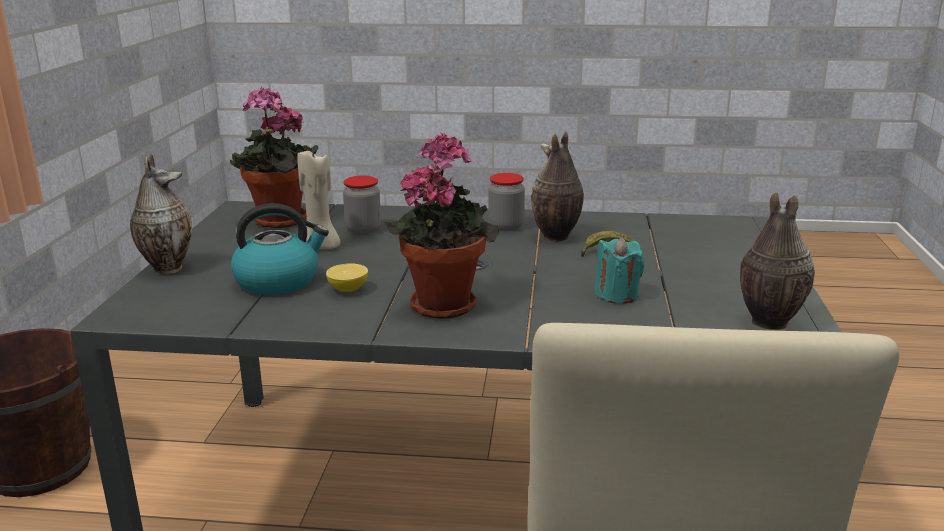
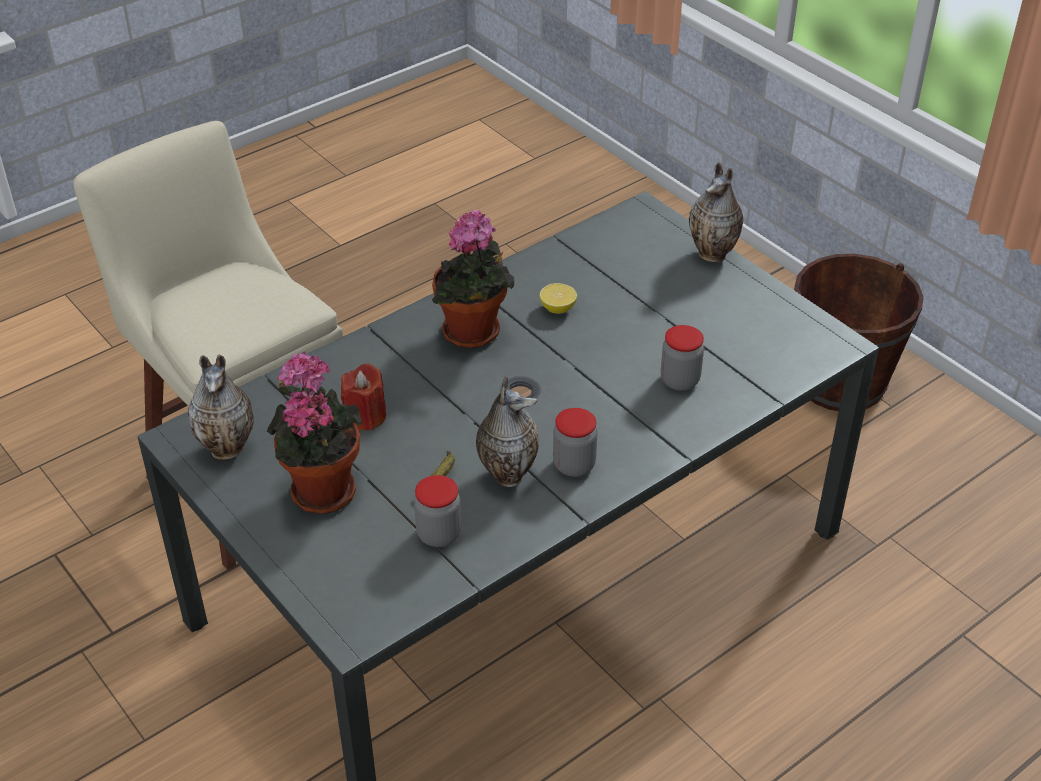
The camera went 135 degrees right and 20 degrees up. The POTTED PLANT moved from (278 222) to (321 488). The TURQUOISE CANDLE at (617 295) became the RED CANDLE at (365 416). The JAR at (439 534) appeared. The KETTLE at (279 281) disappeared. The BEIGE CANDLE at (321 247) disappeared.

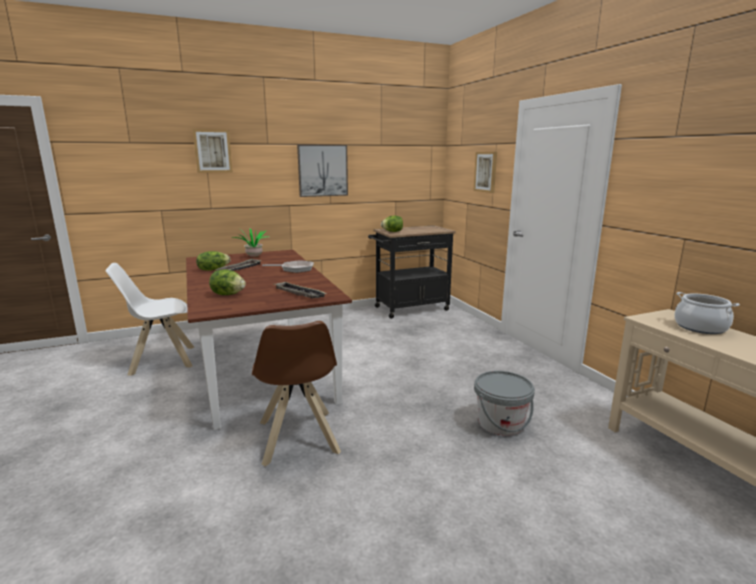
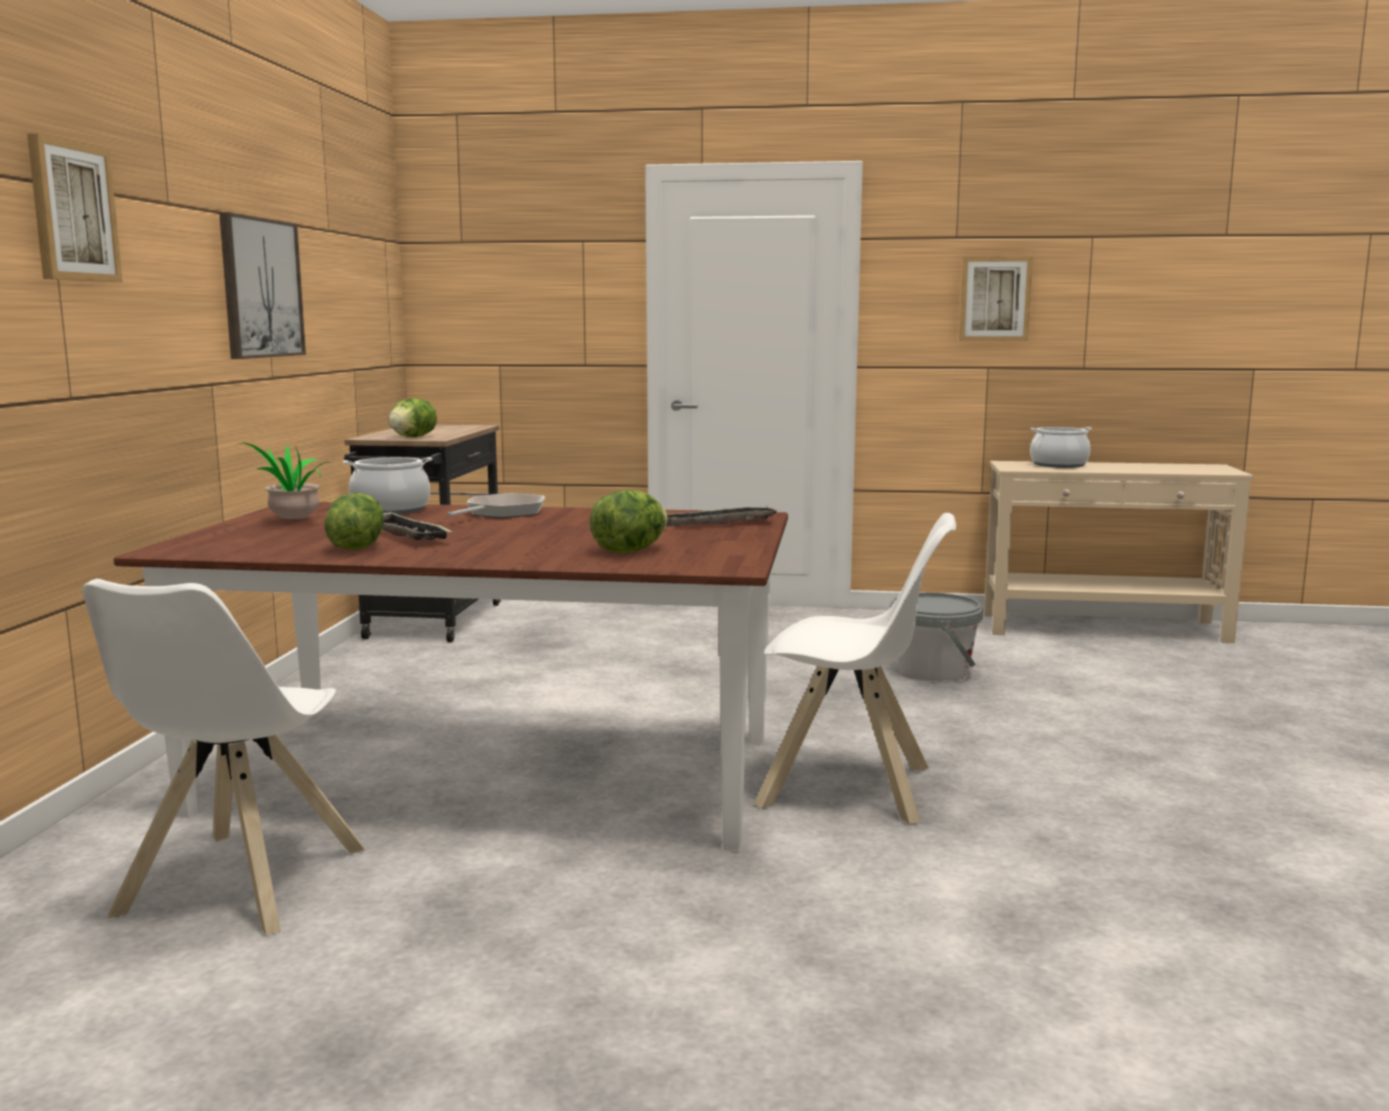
The camera went 60 degrees left and 5 degrees down. The COOKING POT at (390 510) appeared. The BROWN CHAIR at (298 439) became the WHITE CHAIR at (851 788). The PICTURE moved from (486 172) to (995 299).

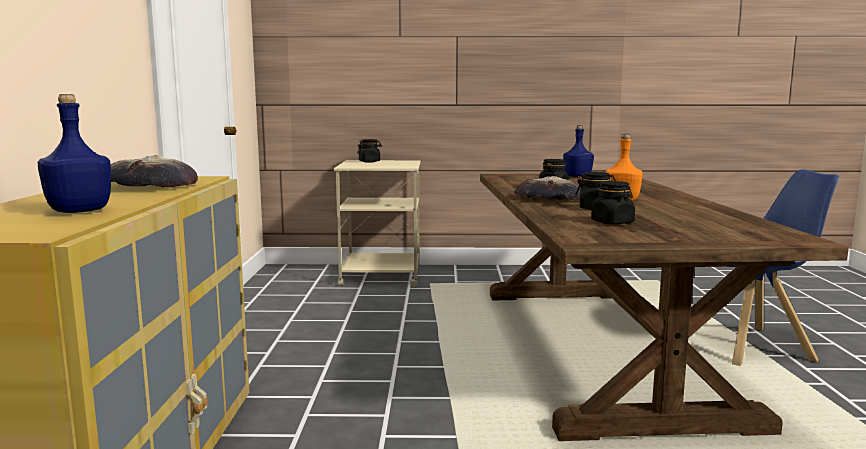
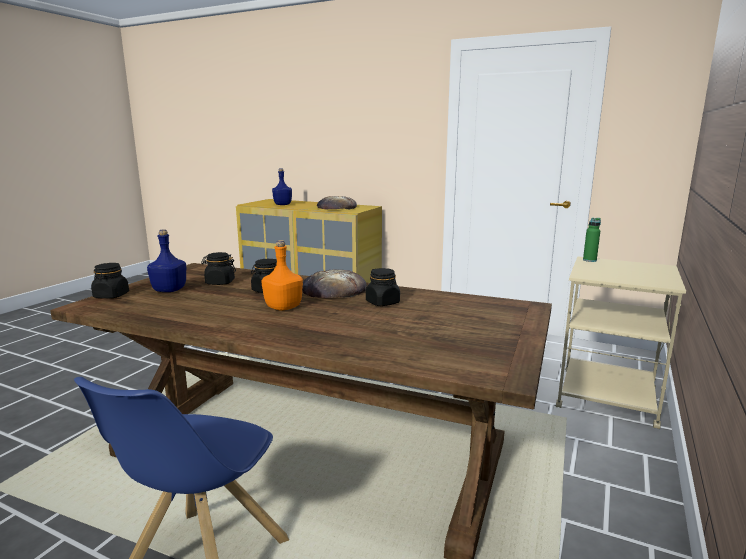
The camera went 115 degrees right and 5 degrees up. The BLACK JAR moved from (369 161) to (111 296). The BLUE BOTTLE moved from (578 176) to (169 290). The GREEN BOTTLE at (589 260) appeared.

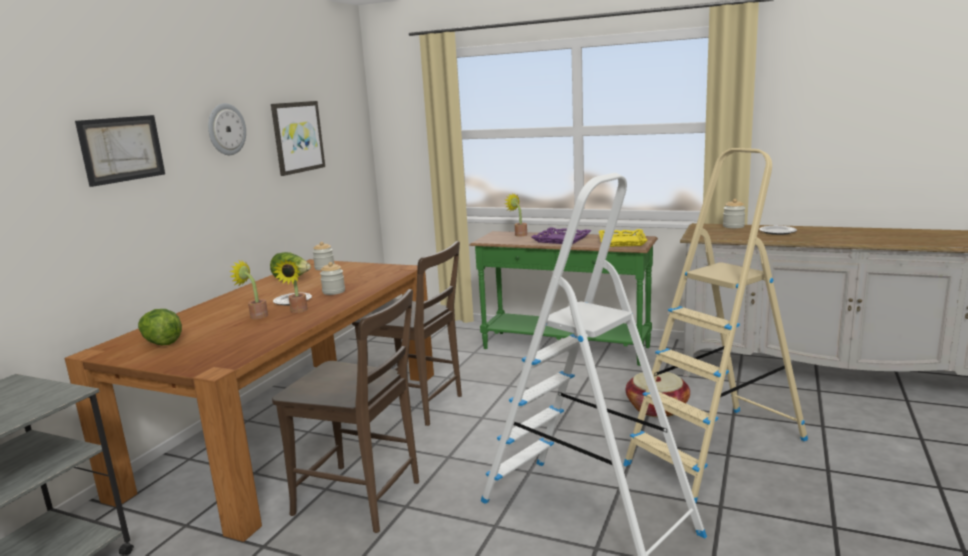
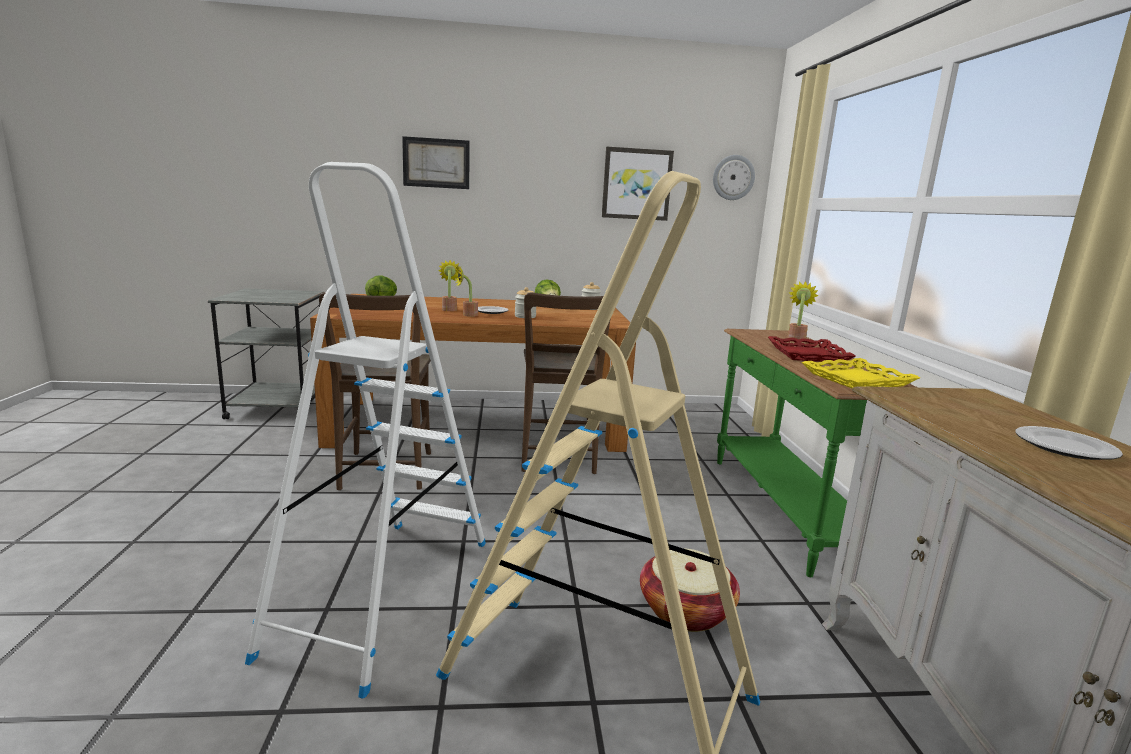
The camera went 60 degrees right and 0 degrees up. The WALL CLOCK moved from (226 129) to (733 177). The PURPLE TRAY at (561 240) became the RED TRAY at (807 355). The JAR at (733 226) disappeared.

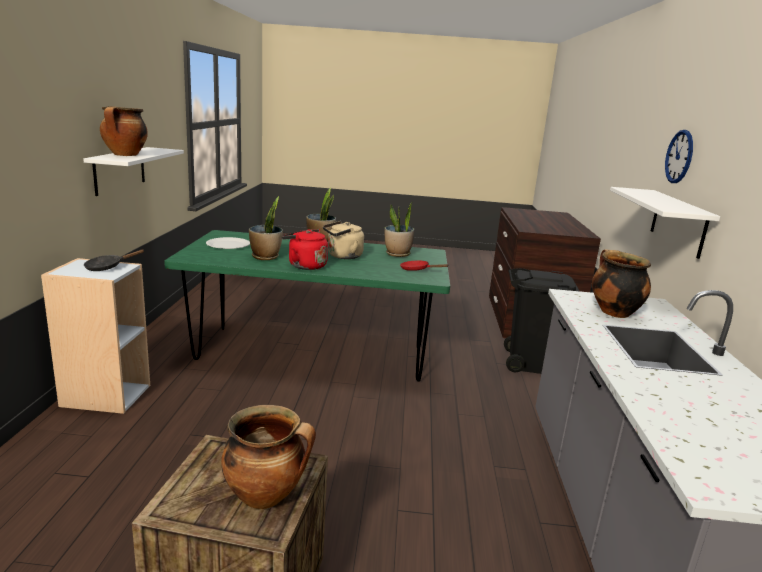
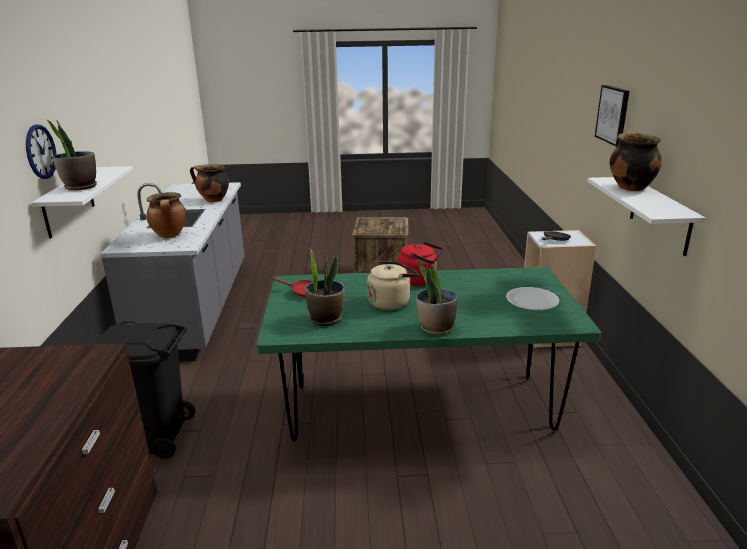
The camera went 175 degrees right and 5 degrees up. The POTTED PLANT moved from (265 257) to (80 187). The COOKING POT moved from (266 496) to (213 200). The PICTURE at (613 115) appeared.

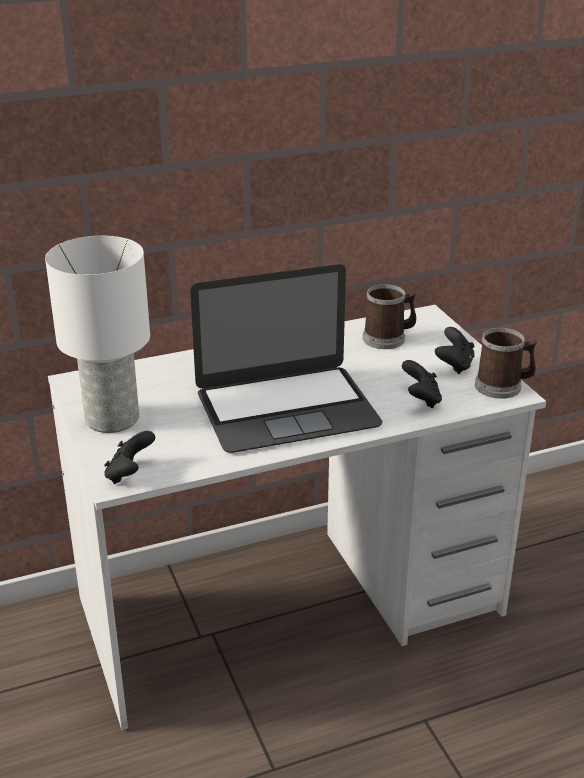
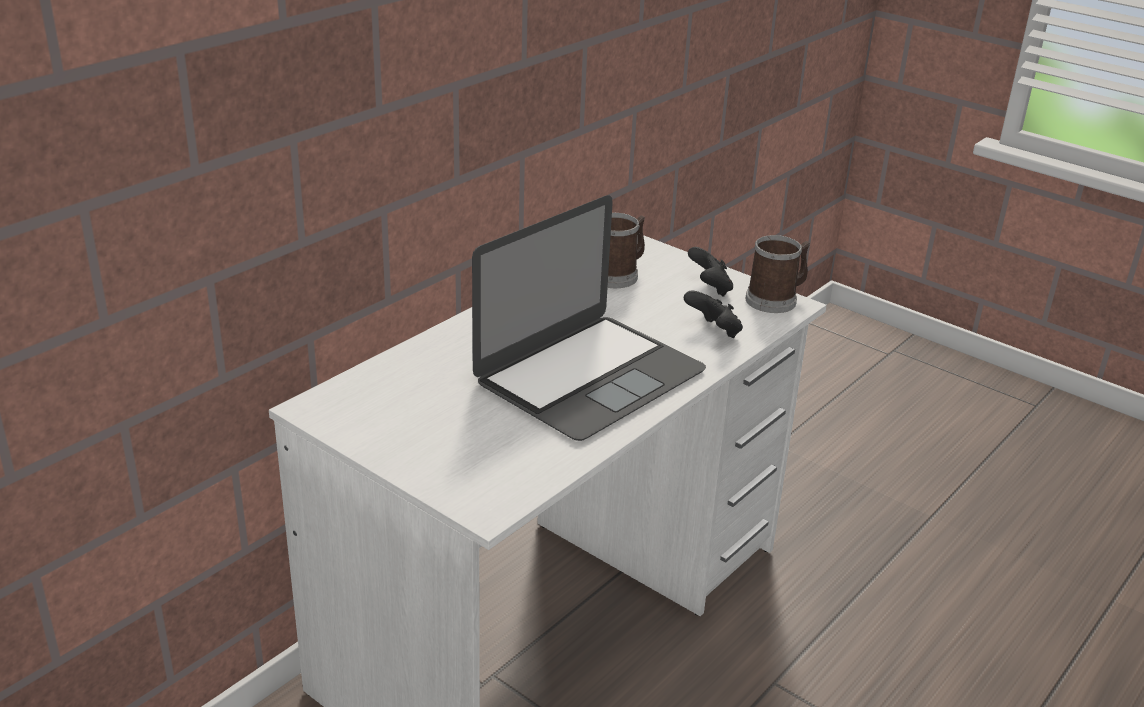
The camera went 30 degrees left and 0 degrees up. The WHITE TABLE LAMP at (112 420) disappeared. The BLACK GAME CONTROLLER at (129 474) disappeared.

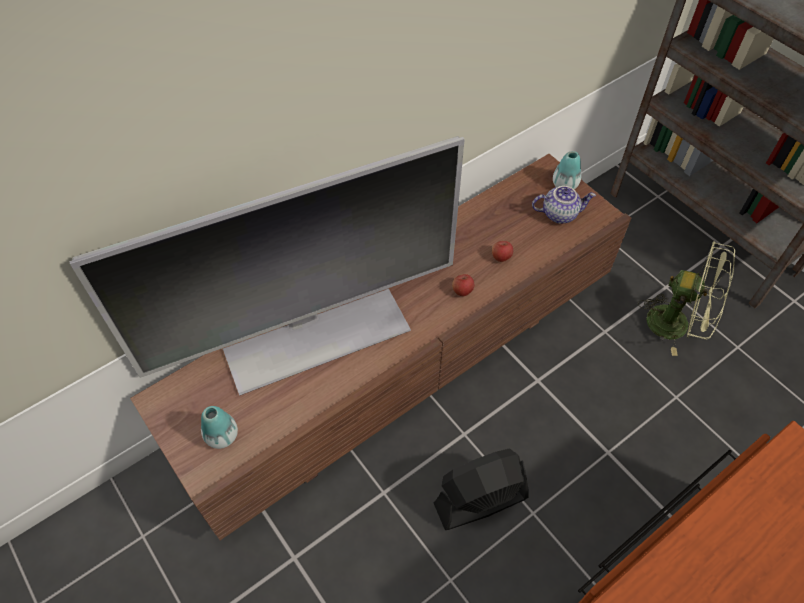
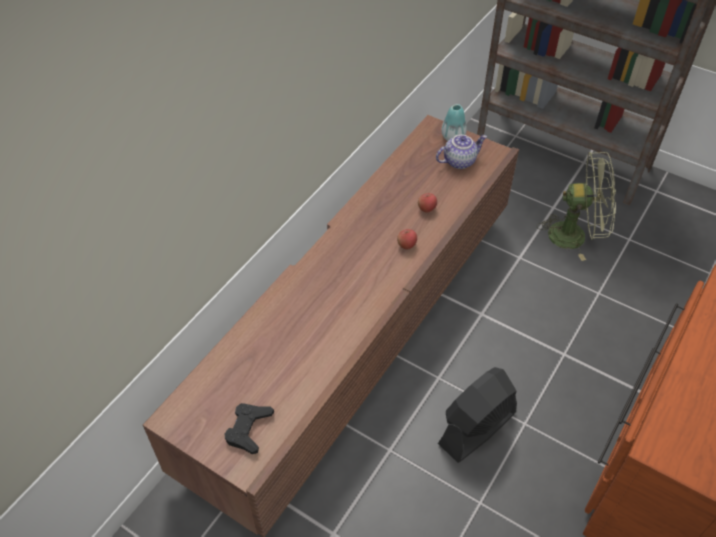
The camera went 20 degrees left and 5 degrees down. The VASE at (222 436) was replaced by the BLACK GAME CONTROLLER at (248 429). The TELEVISION at (315 337) disappeared.

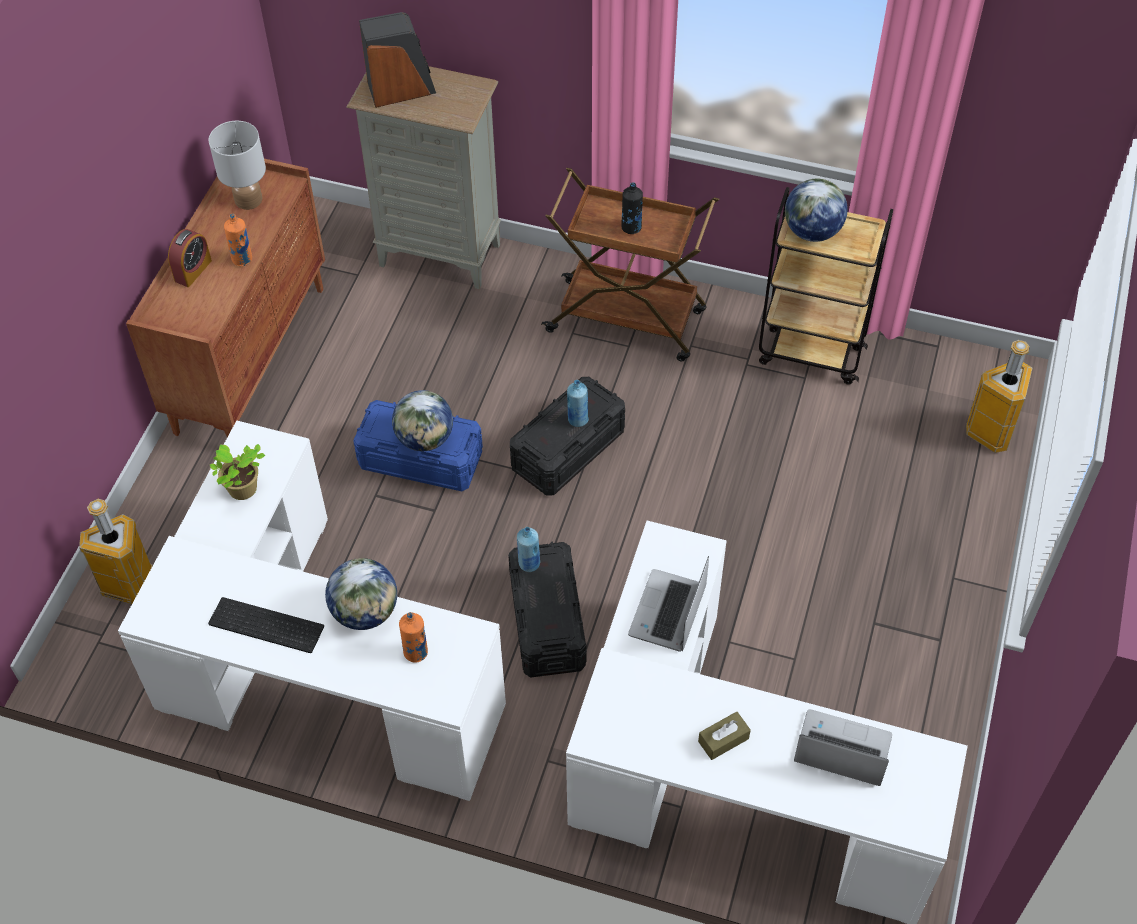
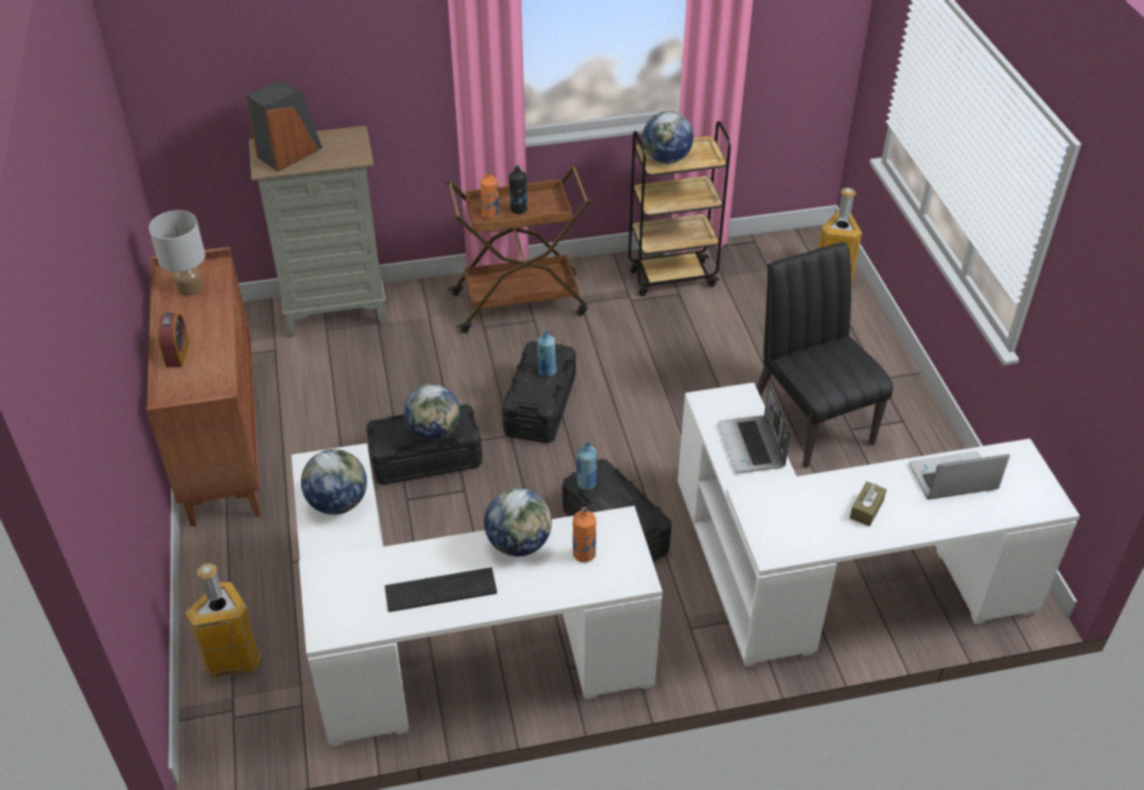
The camera went 30 degrees left and 10 degrees down. The POTTED PLANT at (243 491) was replaced by the GLOBE at (338 503). The BLUE STORAGE BOX at (420 459) became the BLACK STORAGE BOX at (426 459). The ORANGE BOTTLE moved from (242 259) to (490 215). The BLACK CHAIR at (812 422) appeared.

